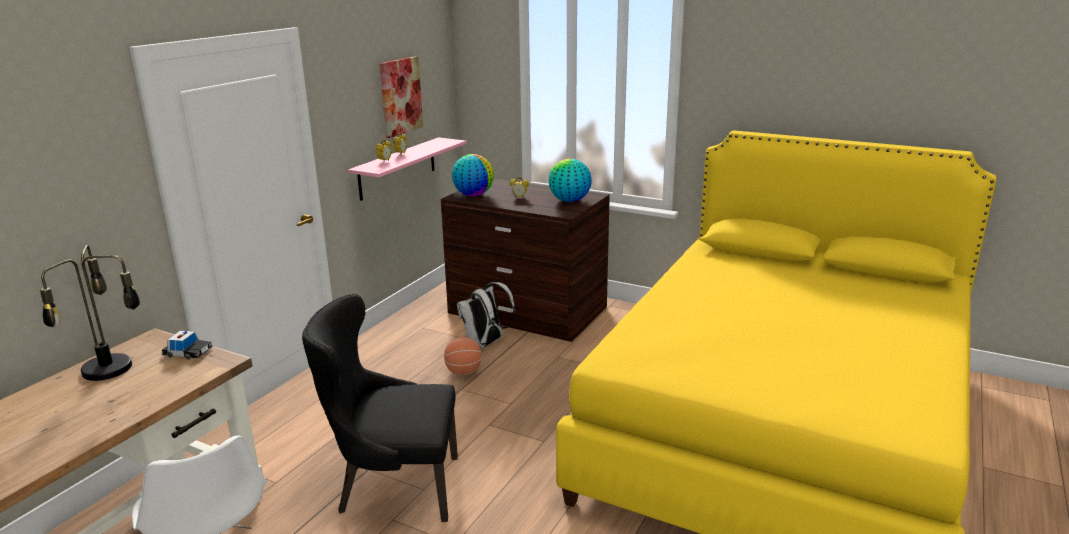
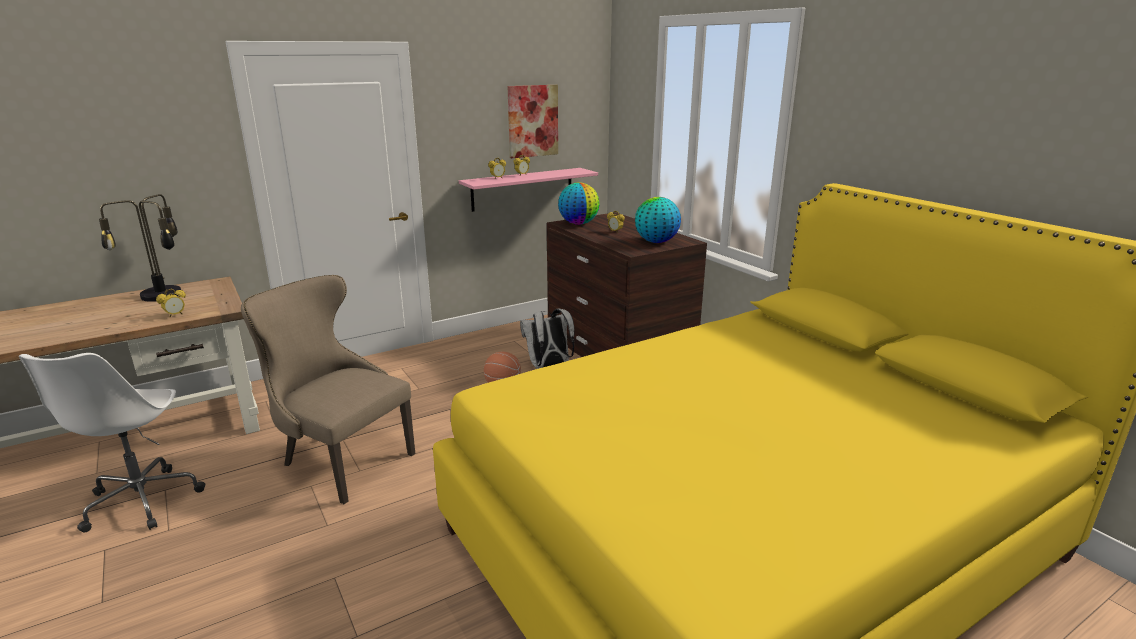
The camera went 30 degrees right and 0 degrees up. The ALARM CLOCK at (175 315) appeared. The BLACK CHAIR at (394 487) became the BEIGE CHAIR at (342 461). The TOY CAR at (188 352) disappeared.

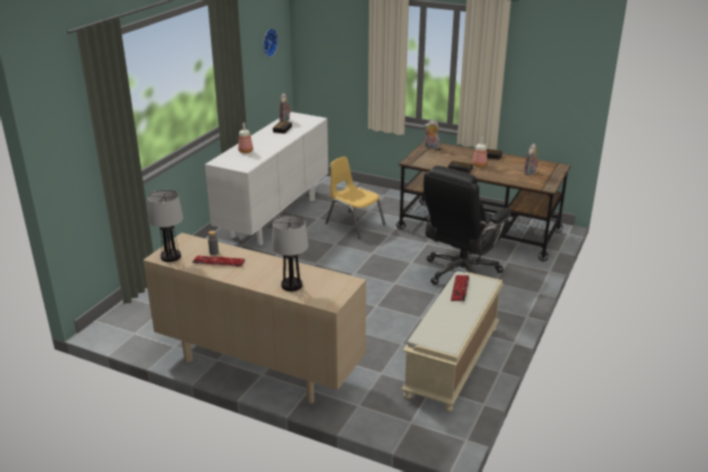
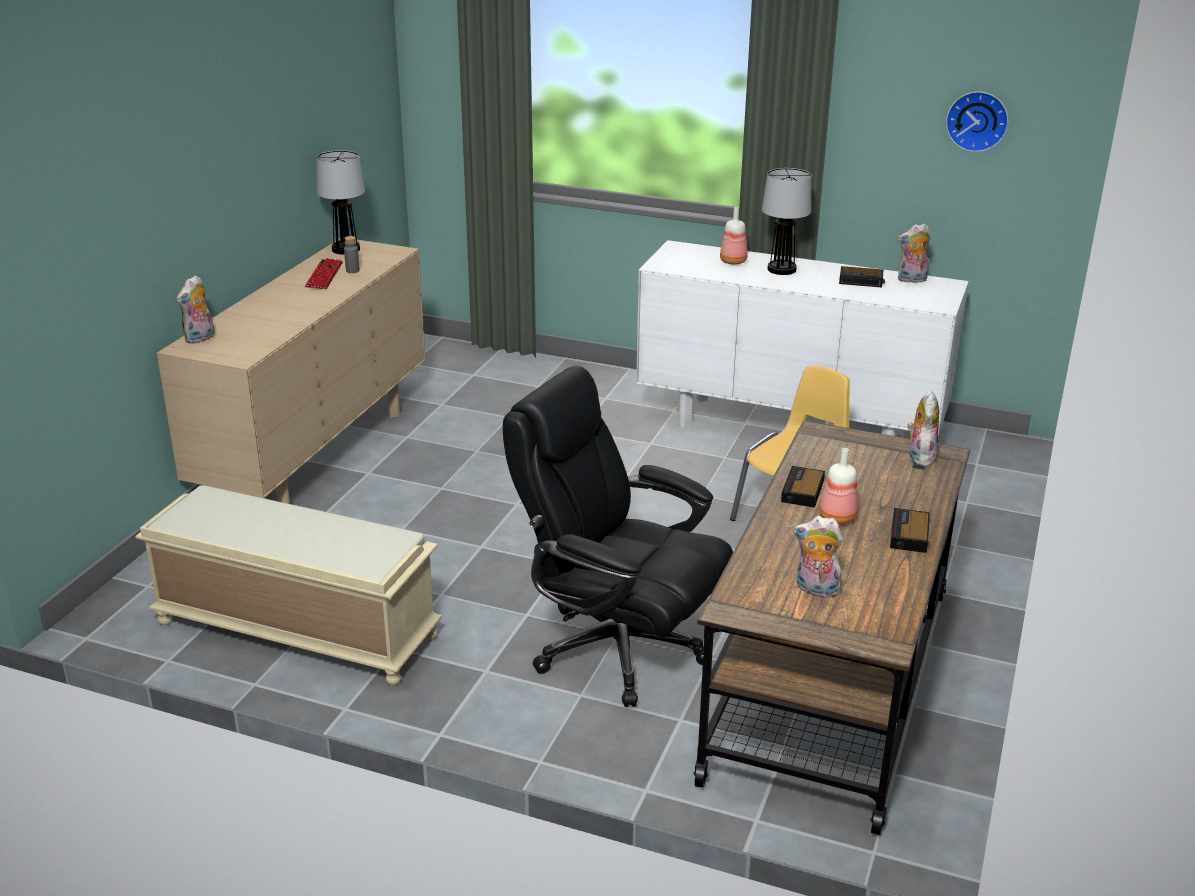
The camera went 85 degrees right and 0 degrees up. The PLUSH TOY at (200 338) appeared. The TABLE LAMP moved from (292 285) to (781 270). The KEYBOARD at (460 289) disappeared.

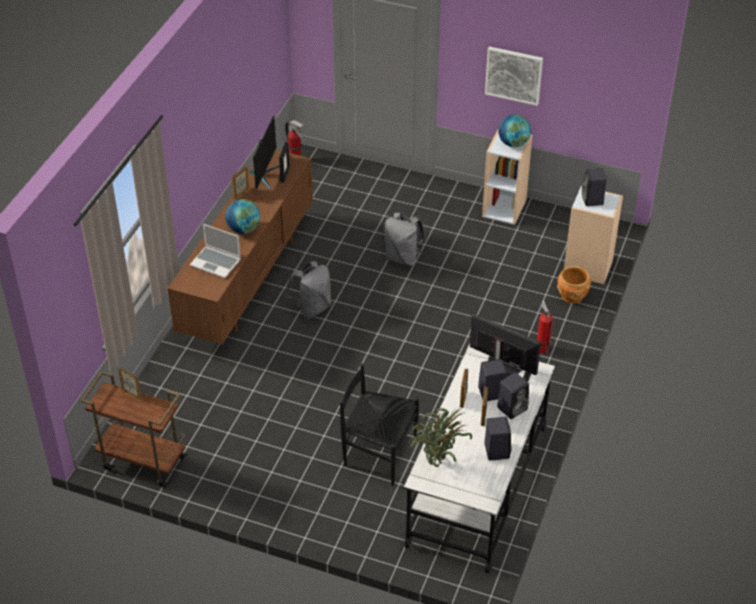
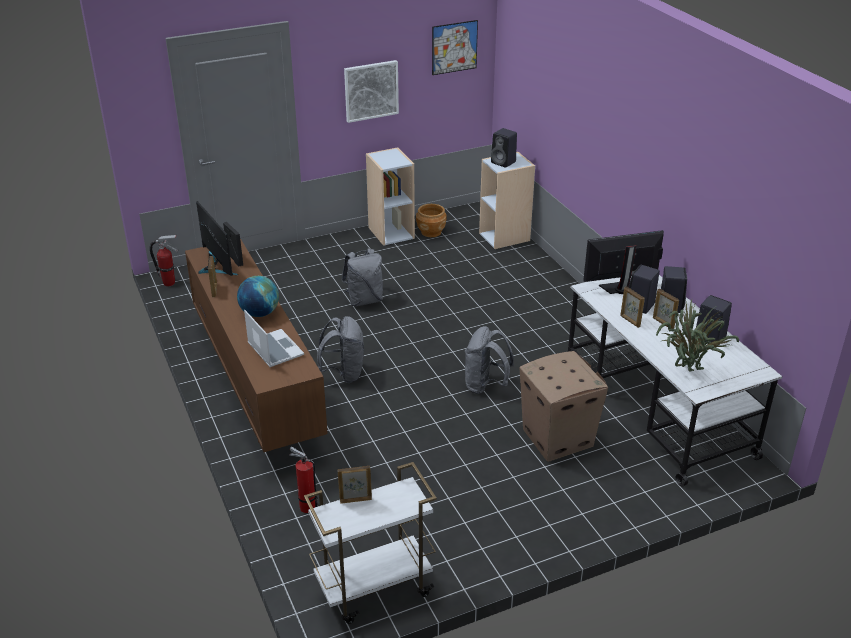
The camera went 45 degrees left and 10 degrees down. The LAPTOP at (216 263) turned 105 degrees counterclockwise. The FIRE EXTINGUISHER moved from (541 347) to (306 506). The BROWN CART at (142 463) became the WHITE CART at (373 591). The BROWN PLANTER moved from (572 296) to (431 232). The PICTURE at (454 47) appeared. The GREY BACKPACK at (485 385) appeared. The BLACK CHAIR at (379 453) was replaced by the CARDBOARD BOX at (557 437). The GLOBE at (513 143) disappeared.

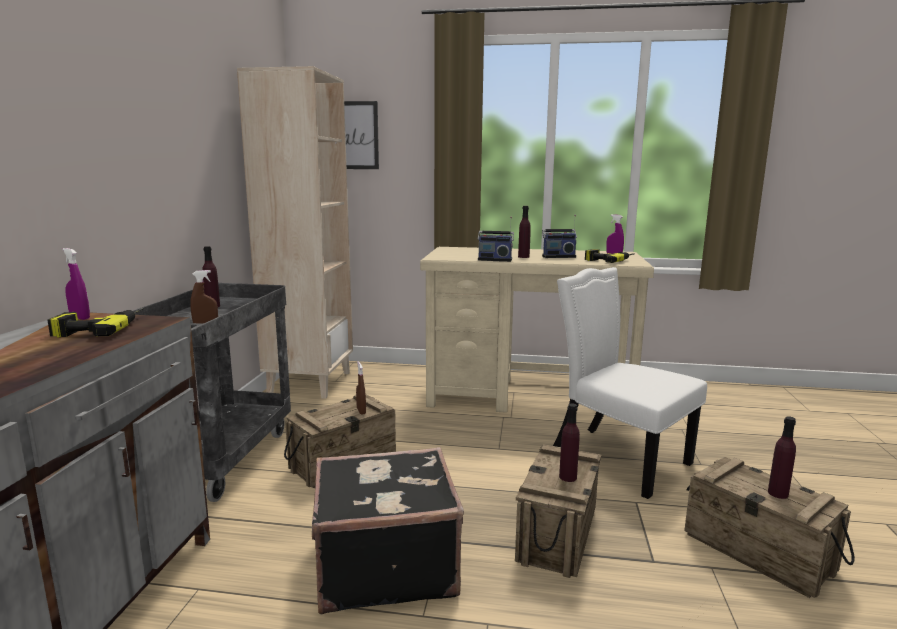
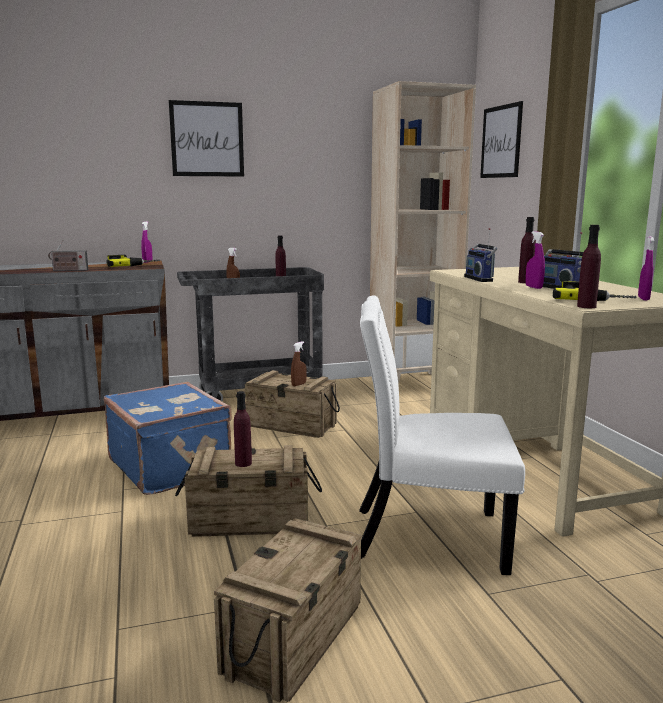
The camera went 65 degrees right and 0 degrees up. The RADIO at (68 270) appeared. The BLACK SUITCASE at (384 564) became the BLUE SUITCASE at (171 466). The PICTURE at (207 139) appeared. The WHITE CHAIR at (621 460) turned 105 degrees counterclockwise. The PURPLE SPRAY BOTTLE at (533 287) appeared. The PURPLE BOTTLE moved from (778 493) to (586 306).

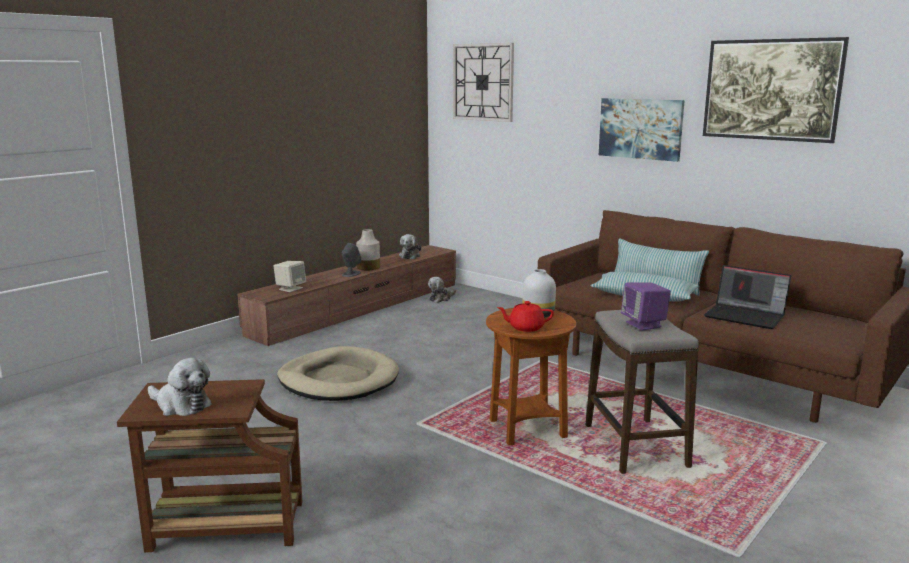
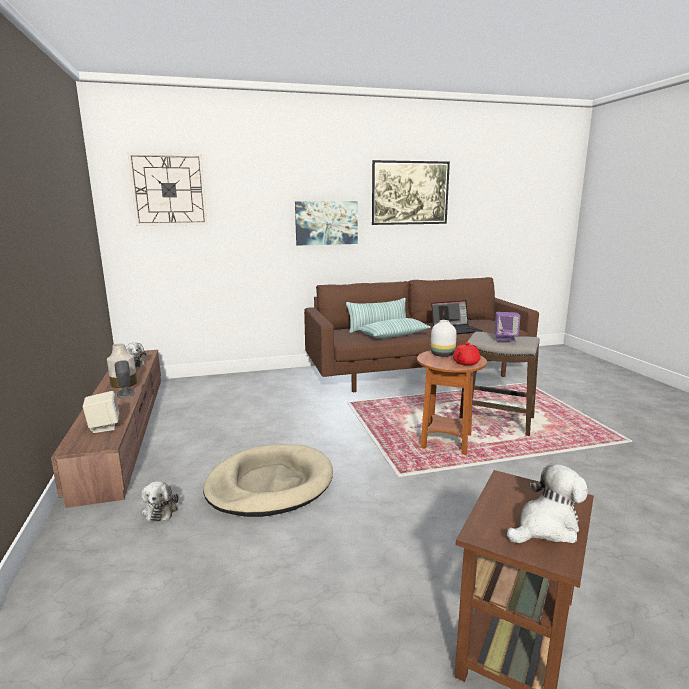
The camera went 55 degrees left and 0 degrees up. The PLUSH TOY moved from (441 298) to (161 509).

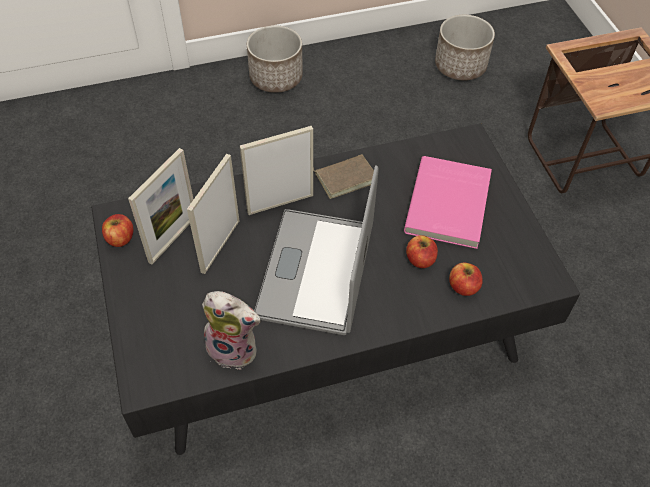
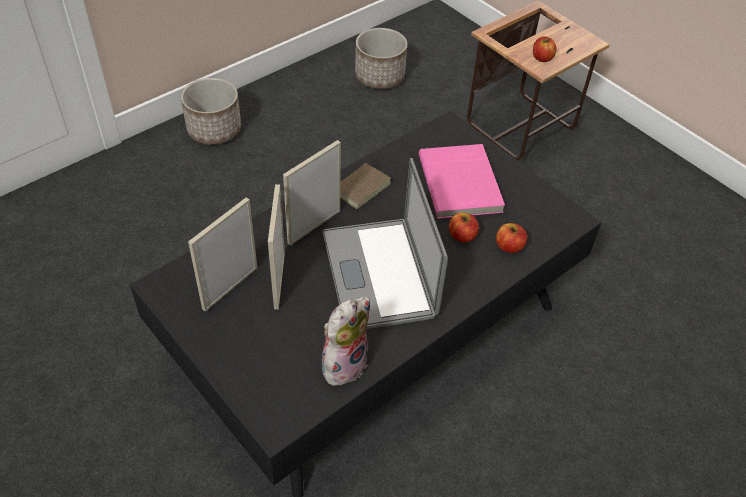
The camera went 25 degrees left and 5 degrees down. The PICTURE FRAME at (173 238) turned 150 degrees counterclockwise. The PLUSH TOY at (235 348) turned 45 degrees counterclockwise. The APPLE moved from (120 238) to (542 58).

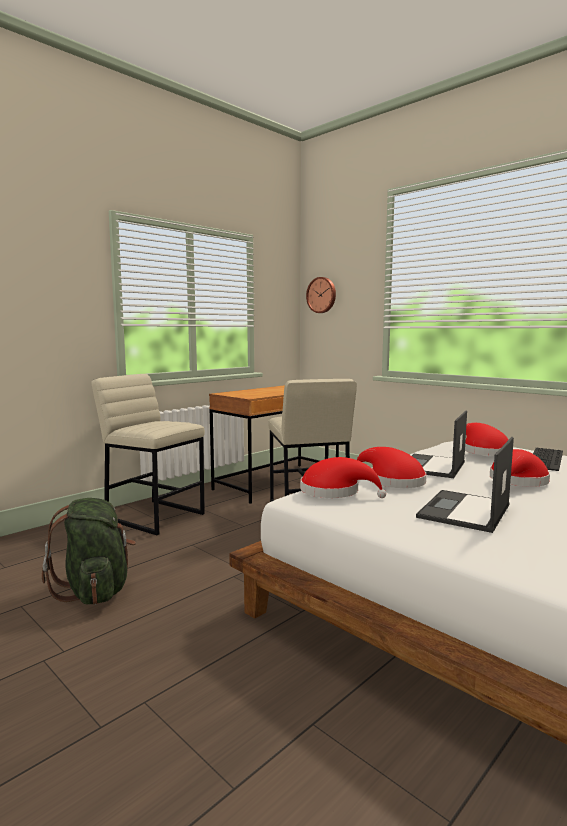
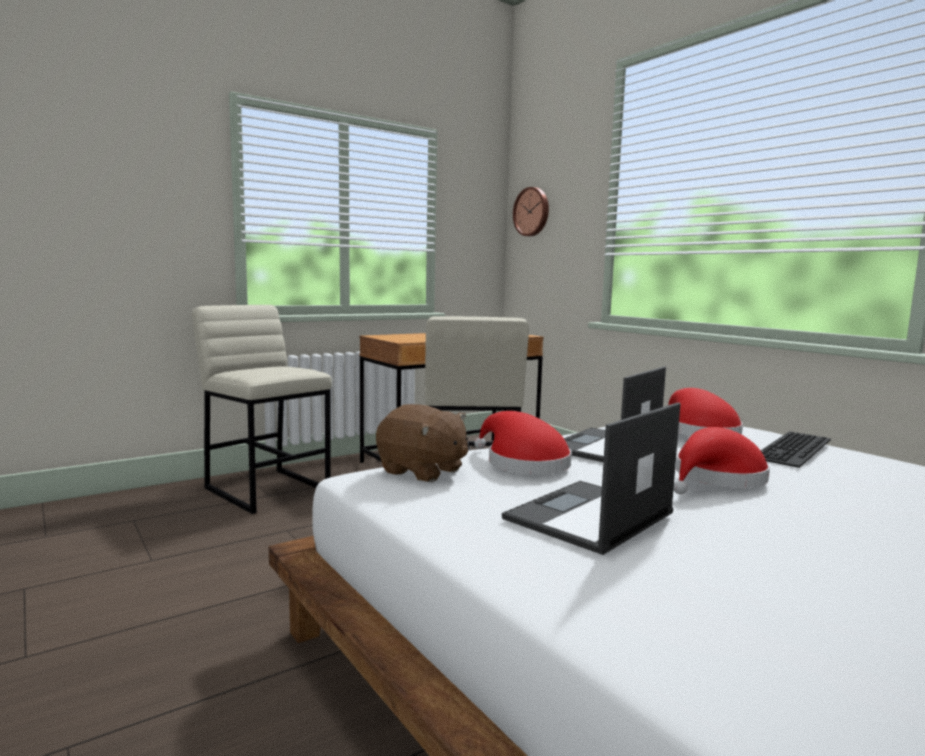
The camera went 10 degrees right and 0 degrees up. The RED HAT at (335 492) was replaced by the BROWN PLUSH TOY at (422 471). The GREEN BACKPACK at (95 590) disappeared.

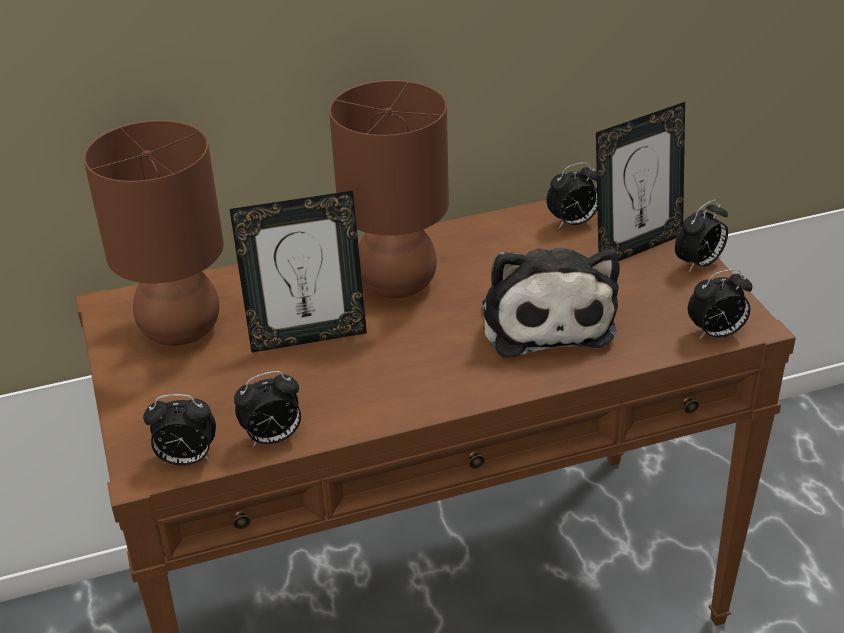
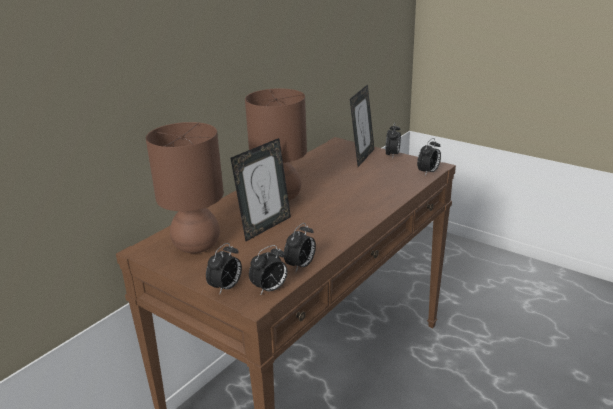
The camera went 35 degrees left and 10 degrees down. The ALARM CLOCK moved from (573 223) to (226 288). The PLUSH TOY at (545 318) disappeared.

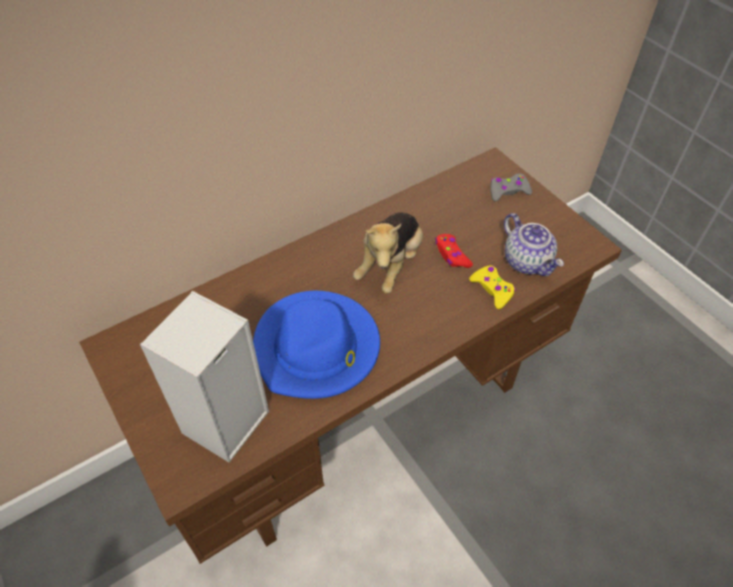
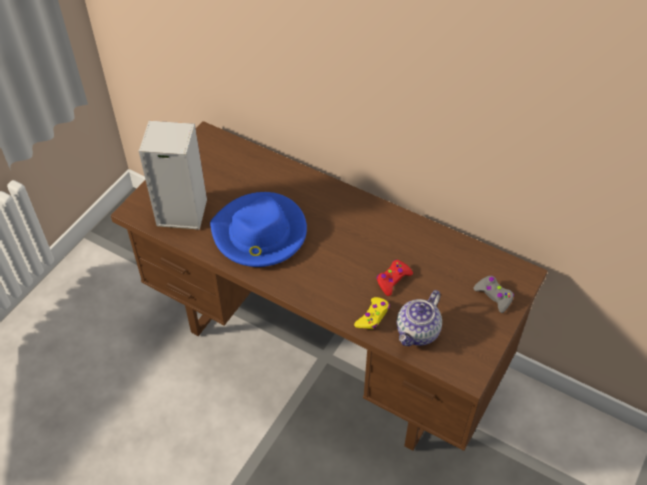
The camera went 65 degrees right and 0 degrees up. The PLUSH TOY at (390 264) disappeared.

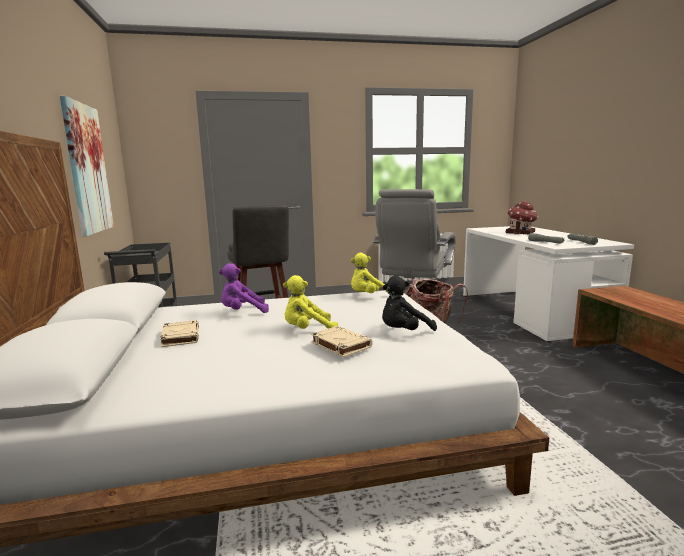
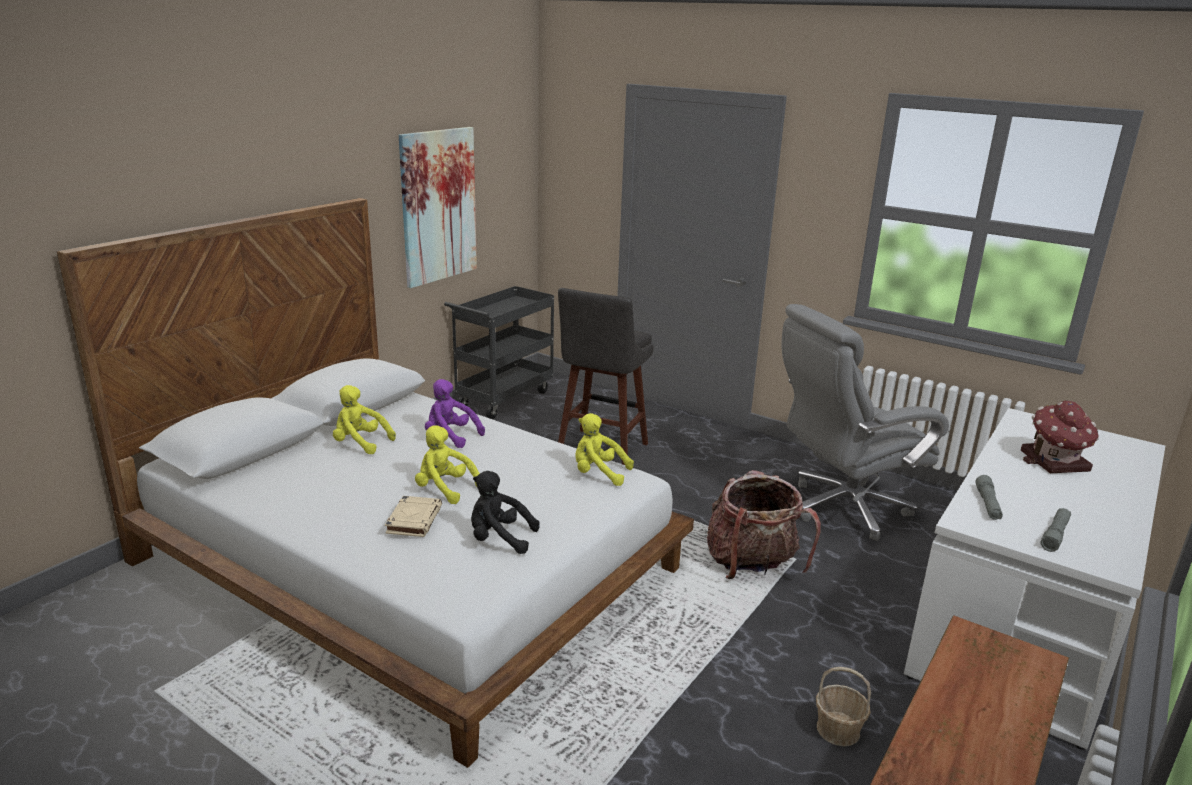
The camera went 45 degrees right and 10 degrees up. The BEIGE BOOK at (180 337) was replaced by the YELLOW PLUSH TOY at (360 443). The BASKET at (838 730) appeared.

